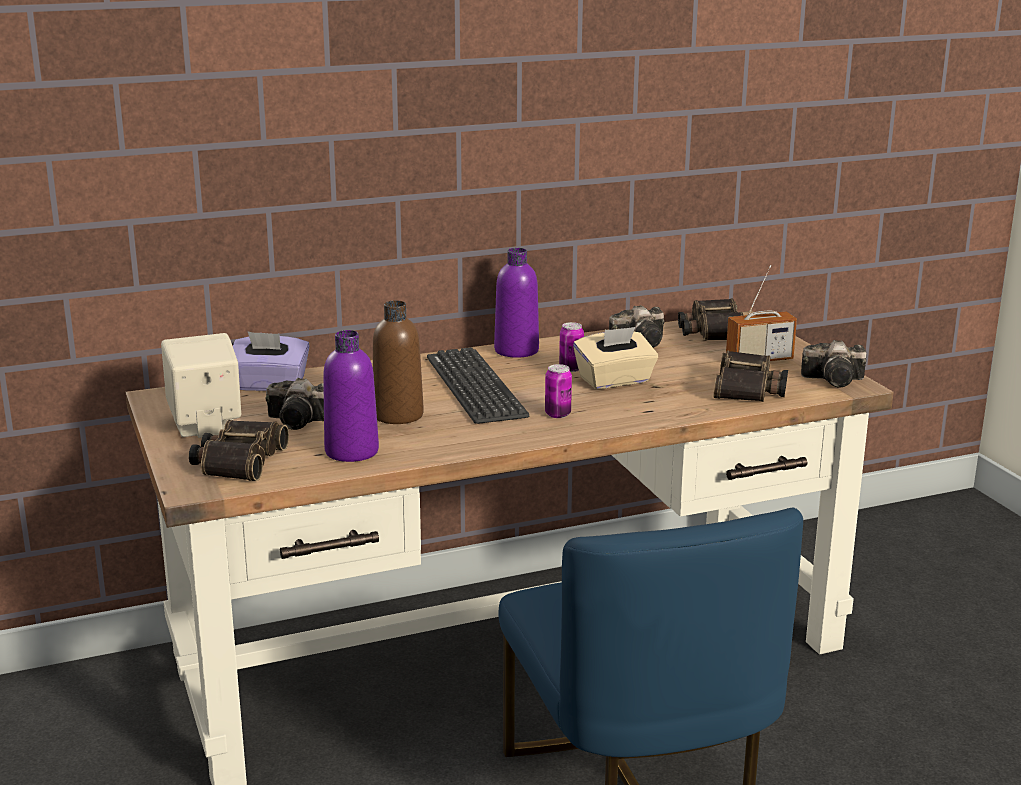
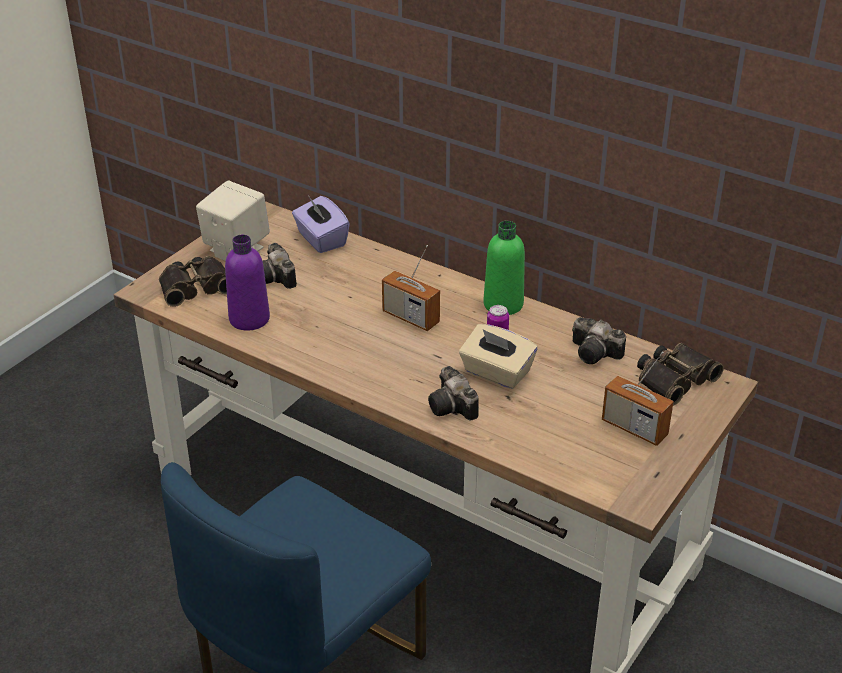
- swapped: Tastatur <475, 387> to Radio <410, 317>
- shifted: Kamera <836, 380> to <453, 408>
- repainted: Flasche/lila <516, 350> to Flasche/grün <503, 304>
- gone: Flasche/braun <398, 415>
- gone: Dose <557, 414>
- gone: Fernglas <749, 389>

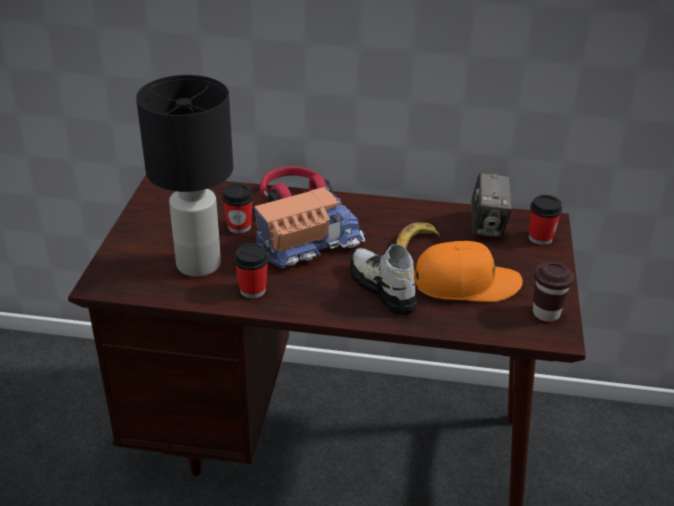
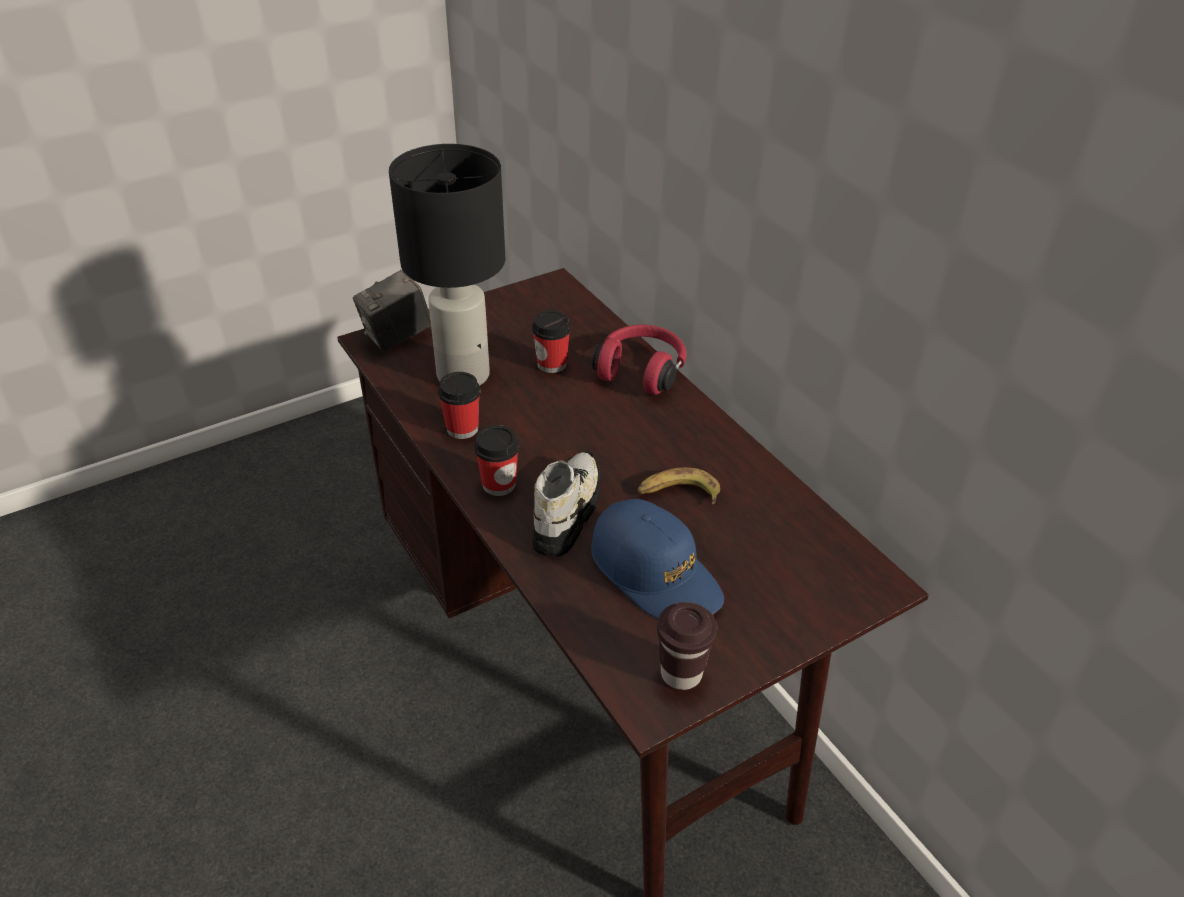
- shifted: Kamera <487, 226> to <397, 337>
- shifted: Tasse <540, 238> to <499, 484>
- repainted: Kappe/orange <466, 283> to Kappe/blau <655, 573>
- gone: Spielzeuglaster <307, 245>

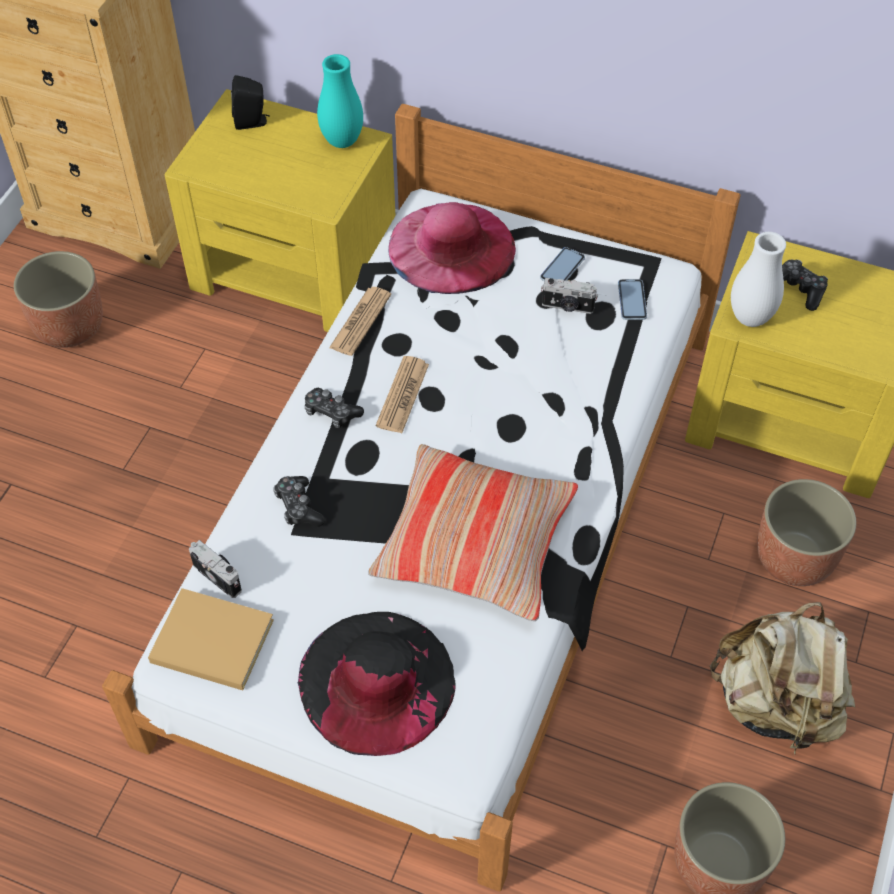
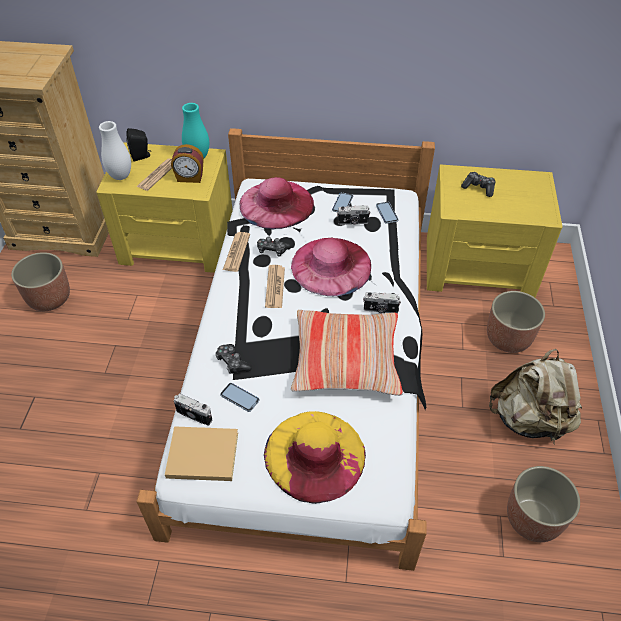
- shifted: Vase/weiß <750, 318> to <120, 176>
- new: Zeitung <157, 175>
- new: Wecker <190, 178>
- new: Handy <239, 398>
- shifted: Gamepad <331, 413> to <272, 250>
- repainted: Hut/schwarz <376, 681> to Hut/gelb <314, 455>
- new: Hut/rosa <331, 266>
- new: Kamera <380, 310>

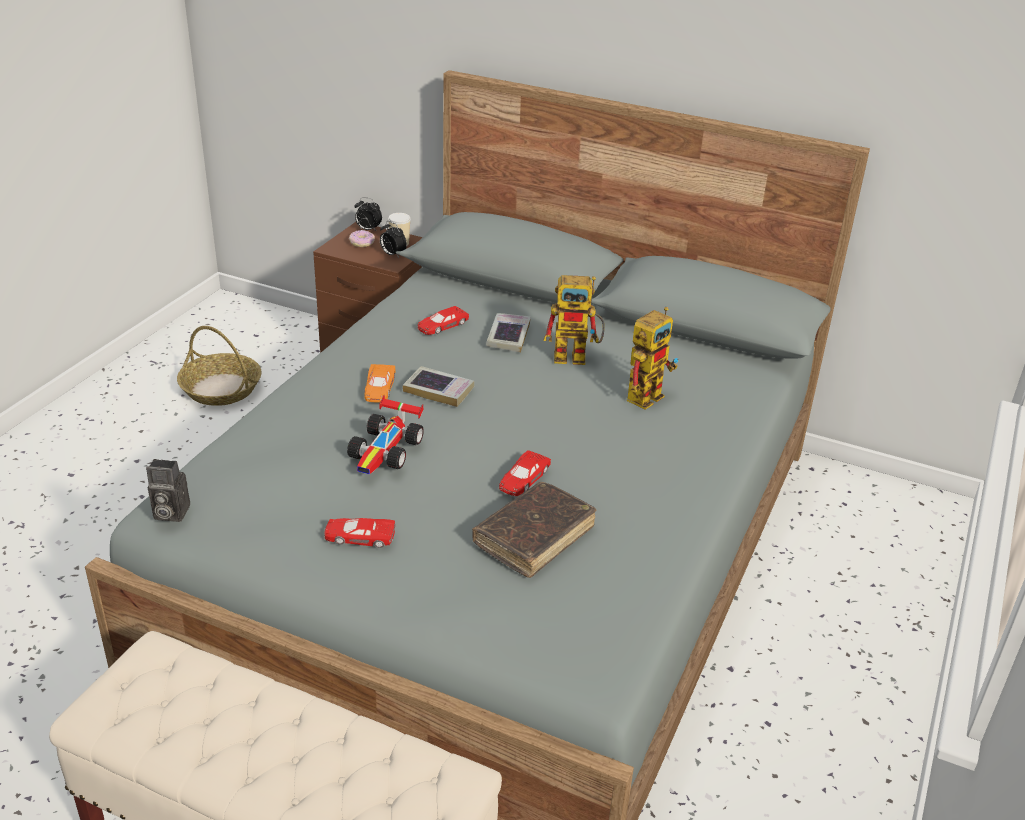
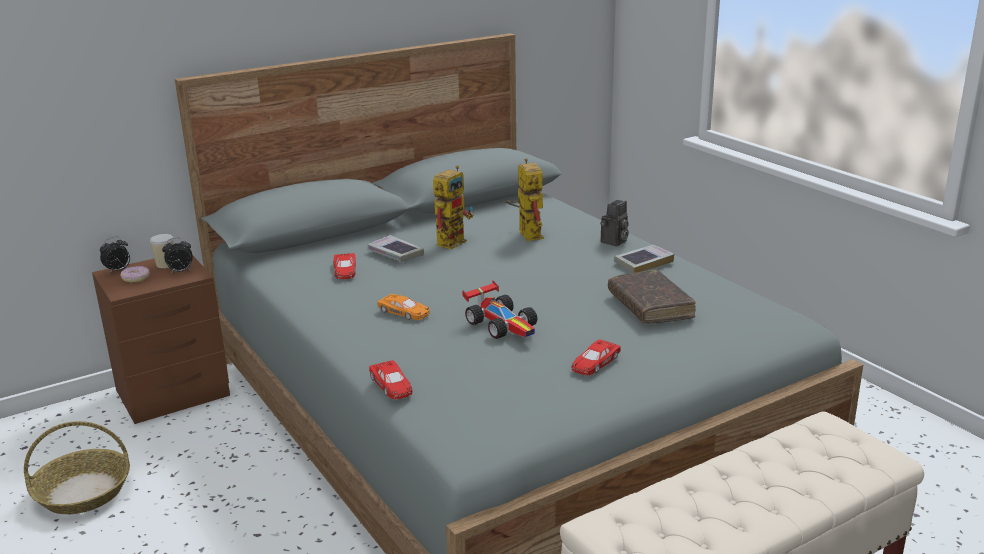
- shifted: Spielzeugauto/rot <523, 479> to <392, 385>
- shifted: Kamera <169, 513> to <614, 242>
- shifted: Buch <439, 390> to <643, 263>

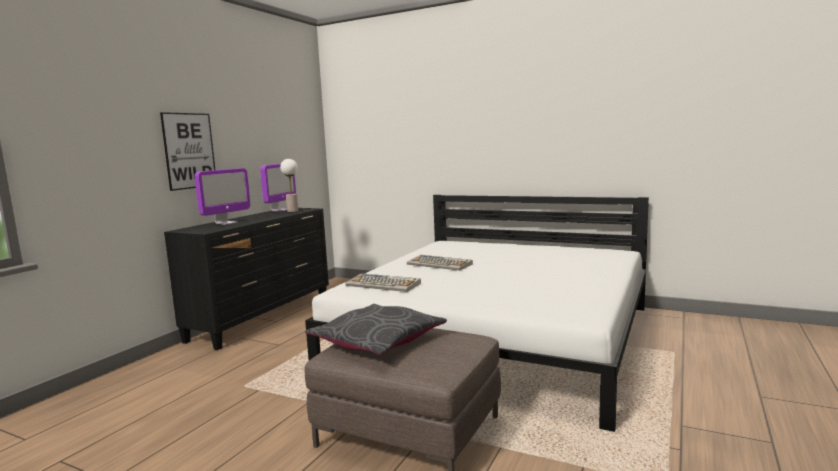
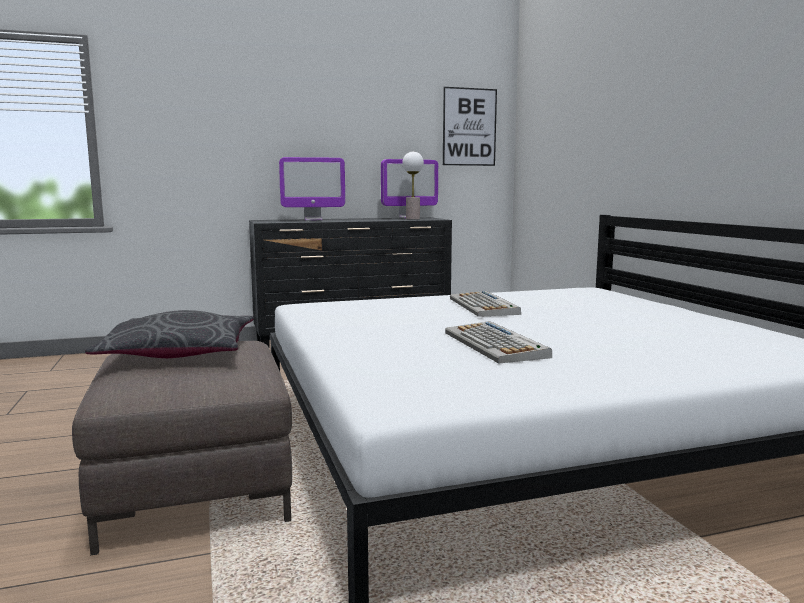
- shifted: Bild <189, 151> to <469, 127>
- shifted: Tastatur <384, 284> to <496, 345>

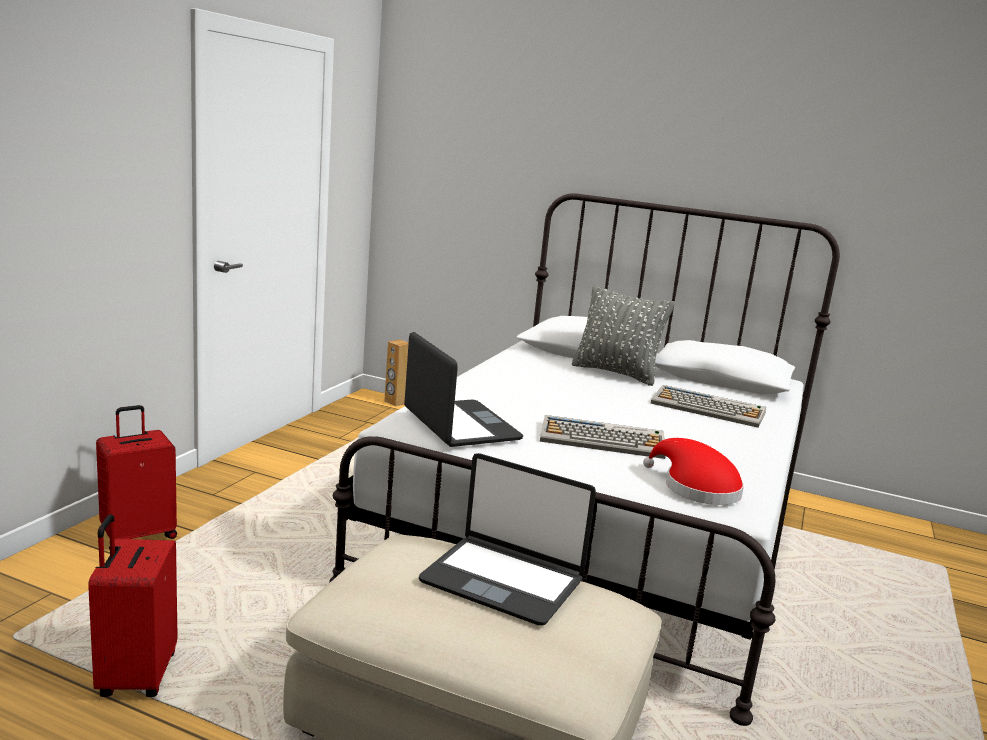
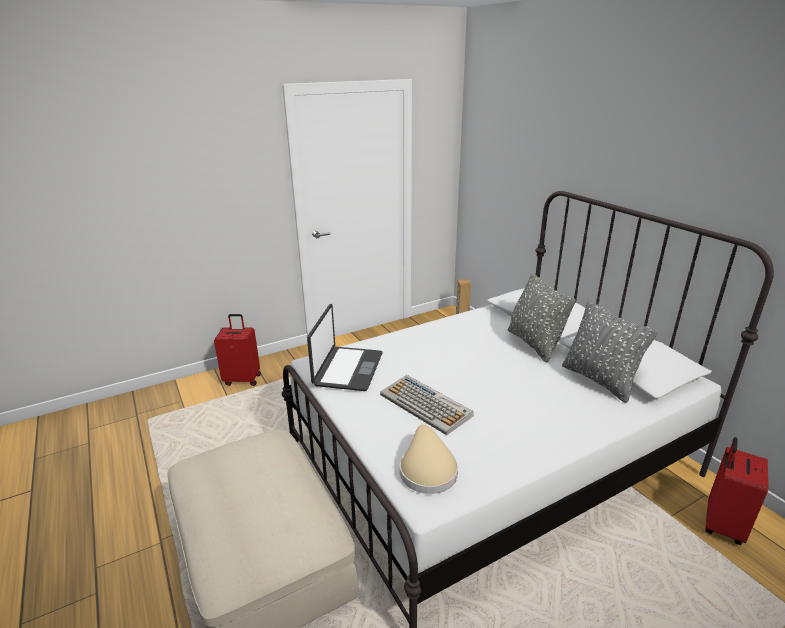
- repainted: Hut/rot <696, 488> to Hut/beige <427, 469>
- new: Kissen/grau <599, 380>
- shifted: Koffer/rot <135, 676> to <721, 525>
- gone: Laptop <503, 580>
- gone: Tastatur <709, 409>

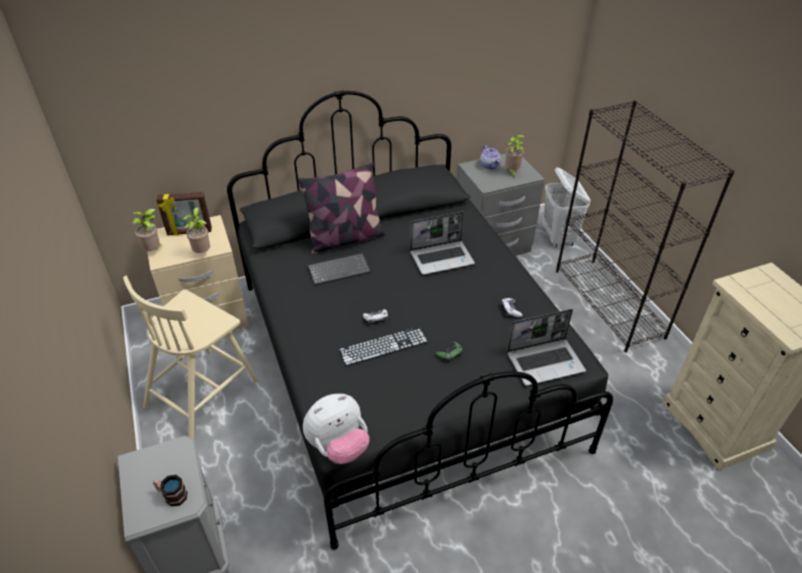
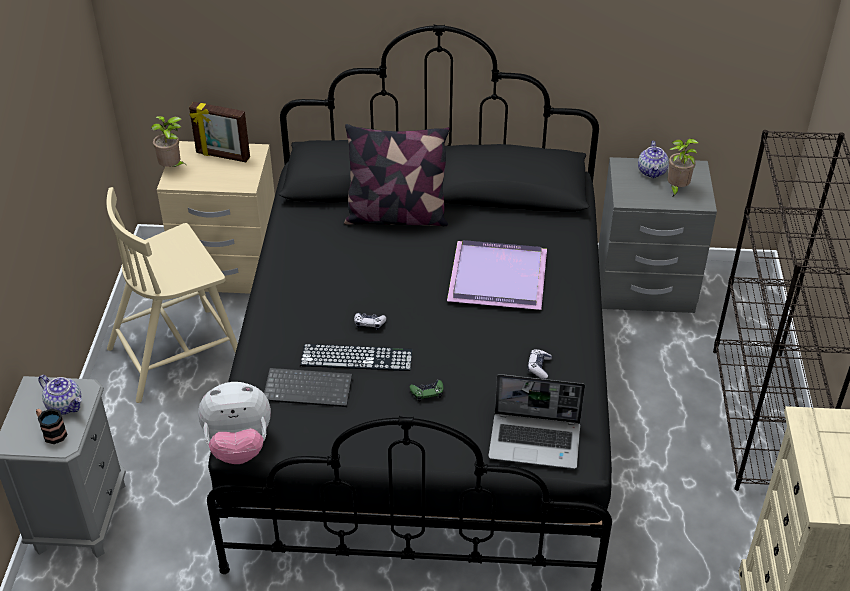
- new: Teekanne <65, 405>
- shifted: Tastatur <339, 269> to <309, 388>
- swapped: Laptop <442, 258> to Tablett/lila <499, 276>
- gone: Topfpflanze <203, 252>
- gone: Wäschekorb/weiß <558, 238>

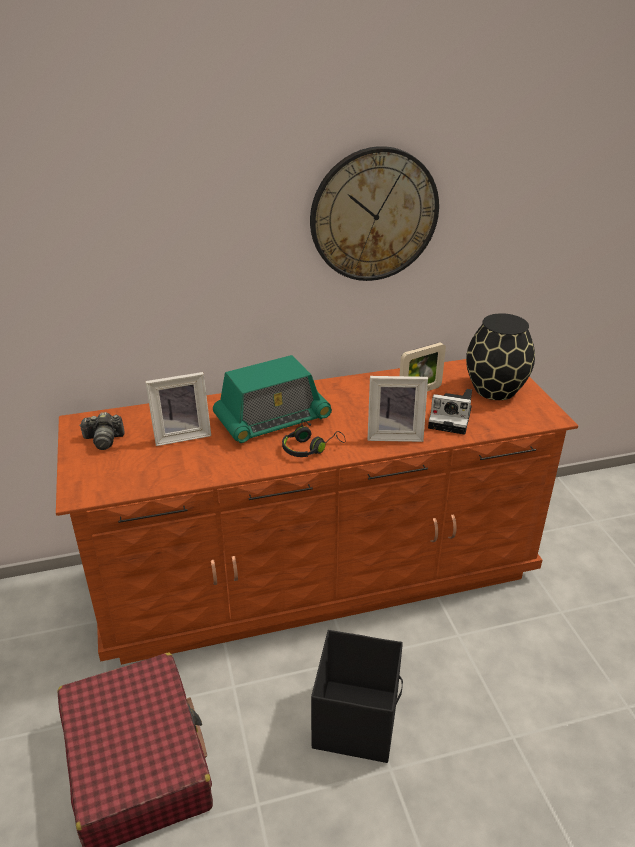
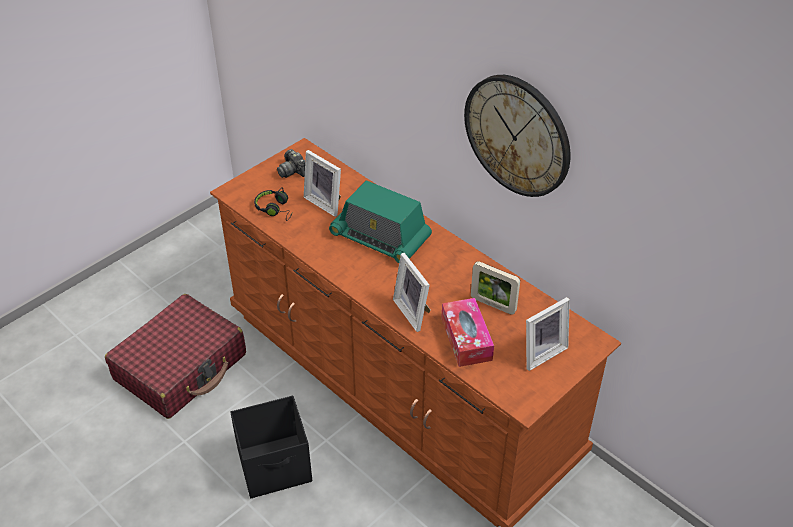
- shifted: Kopfhörer/schwarz <310, 448> to <275, 209>
- swapped: Kamera <452, 419> to Taschentuchbox <466, 339>
- swapped: Vase/schwarz <494, 389> to Bilderrahmen <540, 352>

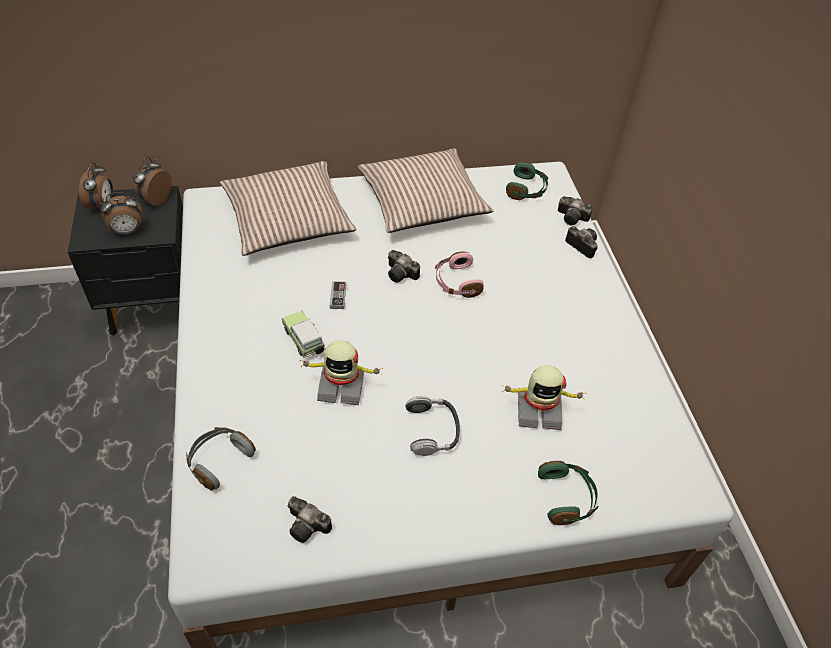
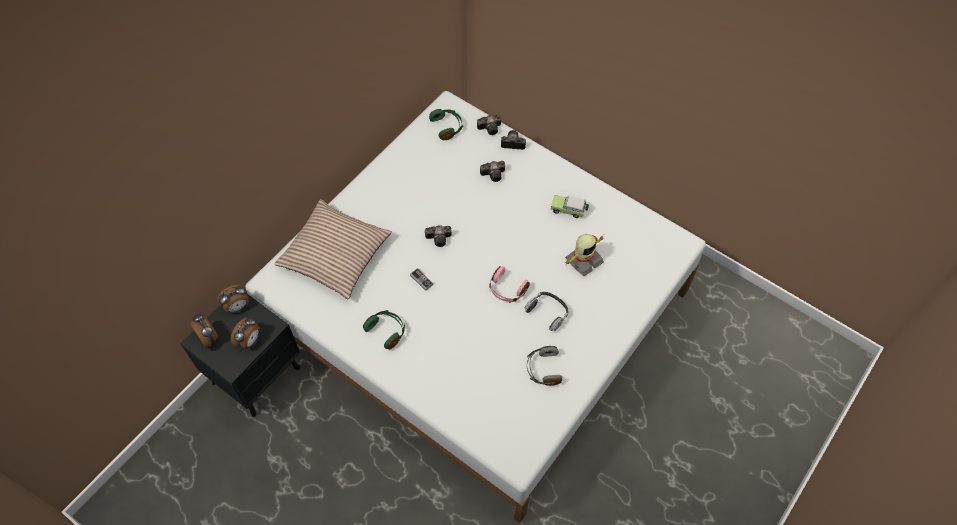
- rotated: Wecker <155, 199> = <238, 307> 105 degrees counterclockwise
- shifted: Kopfhörer/grün <566, 497> to <386, 331>
- shifted: Kamera <309, 526> to <494, 174>
- shifted: Kopfhörer/rosa <456, 282> to <507, 289>
- shifted: Kopfhörer/grau <219, 460> to <543, 369>
- shifted: Spielzeugauto <304, 341> to <569, 210>
- gone: Spielzeugroboter <341, 385>
- gone: Kissen <422, 201>

